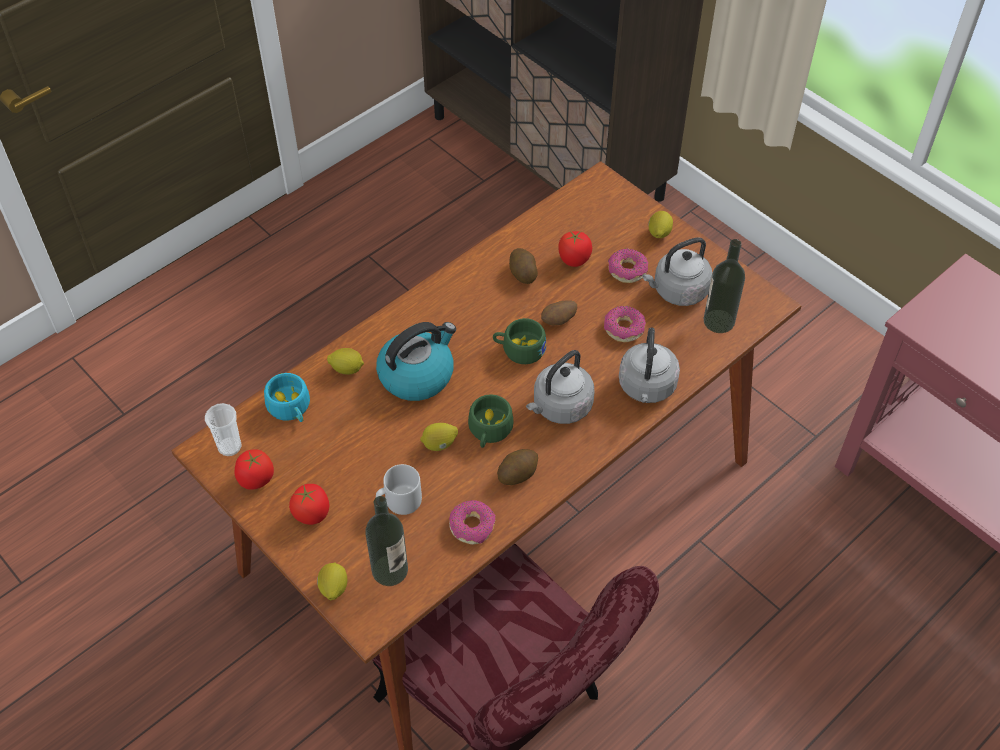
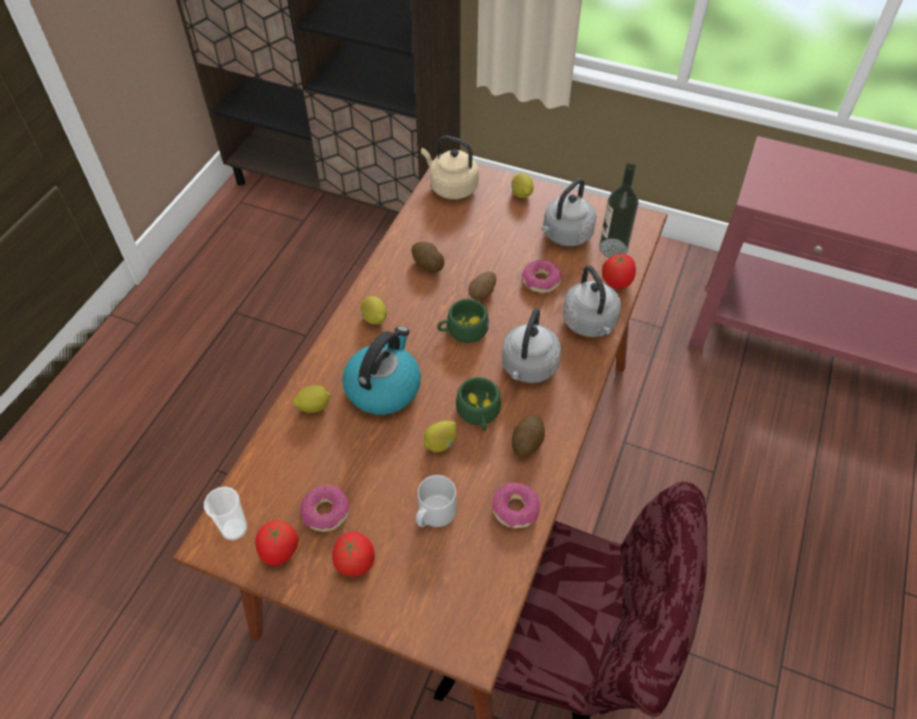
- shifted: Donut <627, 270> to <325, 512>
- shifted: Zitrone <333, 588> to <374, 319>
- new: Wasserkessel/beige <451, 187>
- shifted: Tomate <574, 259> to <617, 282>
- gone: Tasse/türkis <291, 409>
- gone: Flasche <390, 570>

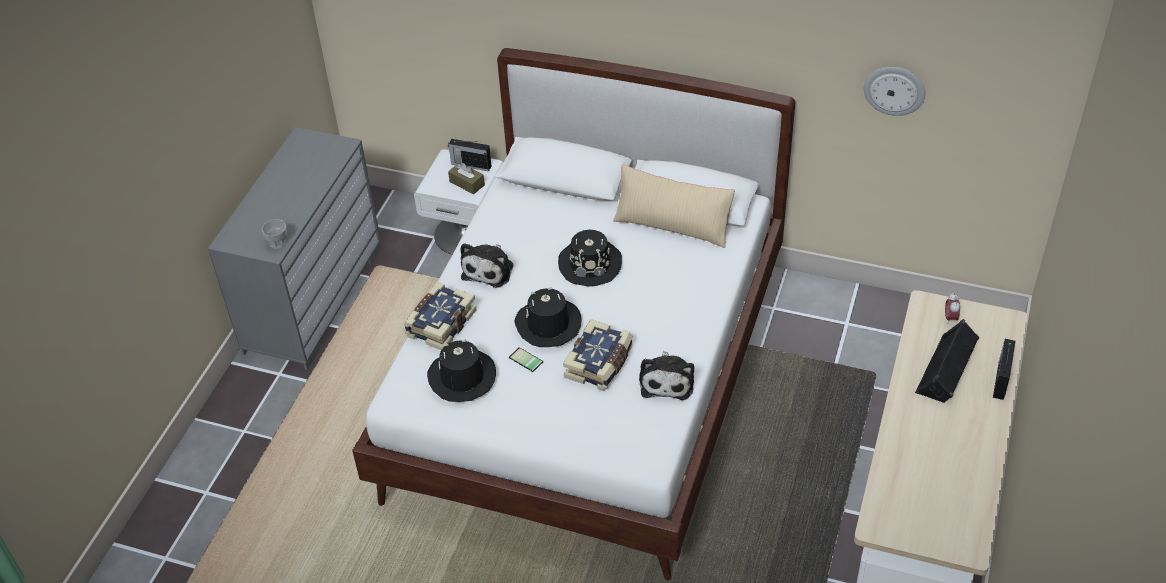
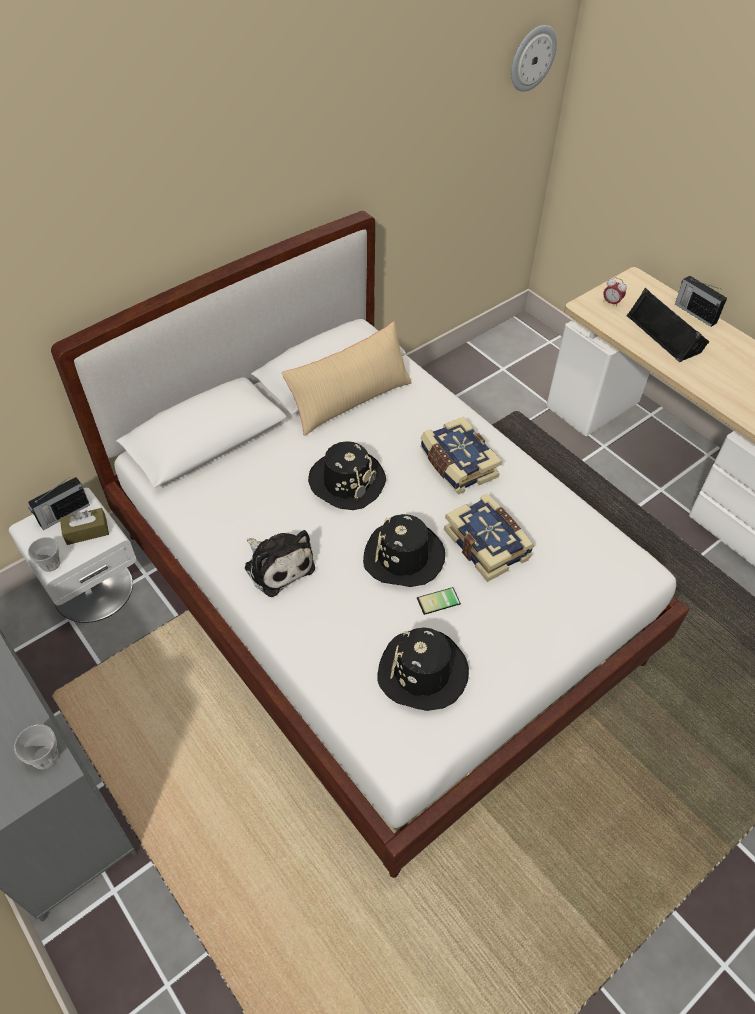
- new: Tasse <50, 563>
- shifted: Buch <440, 323> to <457, 465>
- shifted: Wanduhr <894, 90> to <532, 58>
- gone: Plüschtier <667, 380>

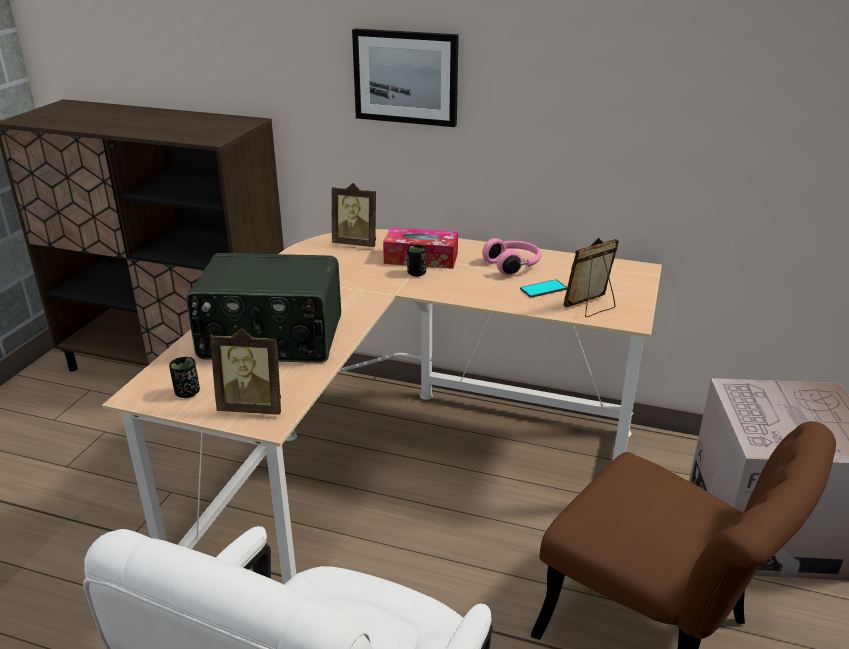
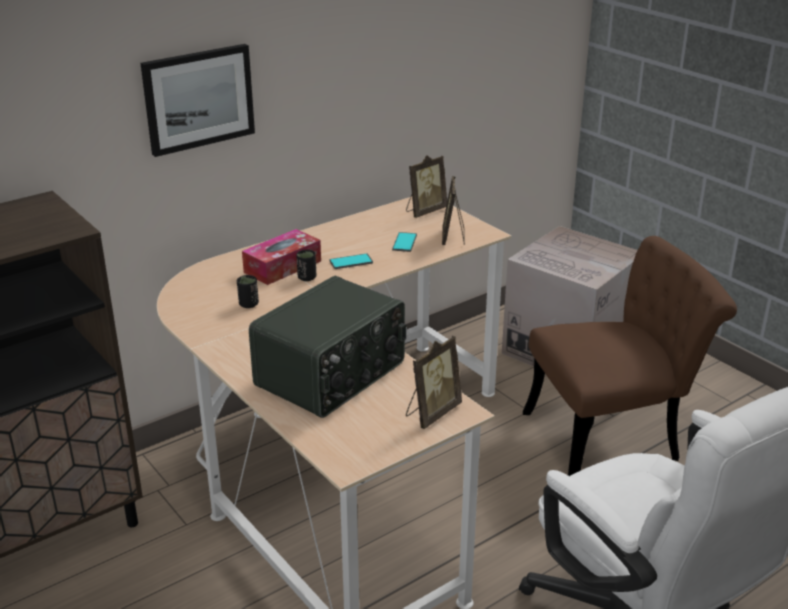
- shifted: Tasse/schwarz <187, 393> to <248, 304>
- new: Handy <351, 262>
- shifted: Bilderrahmen <356, 243> to <424, 211>
- gone: Kopfhörer/rosa <513, 265>

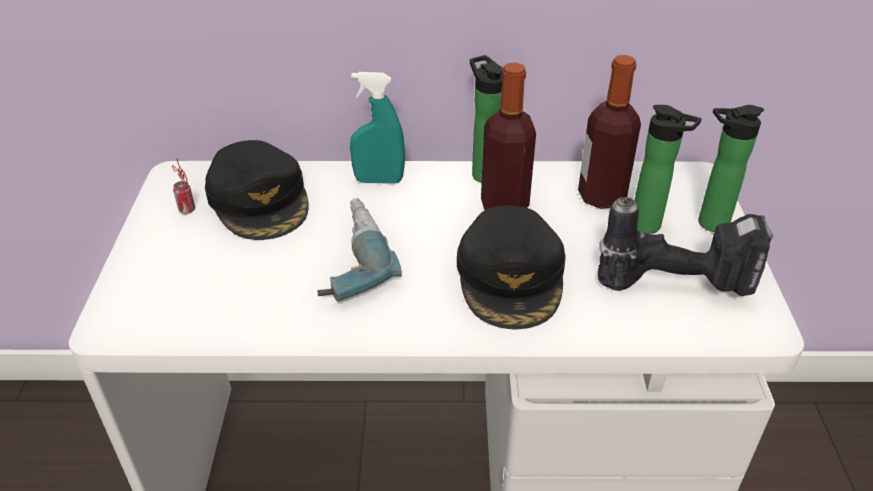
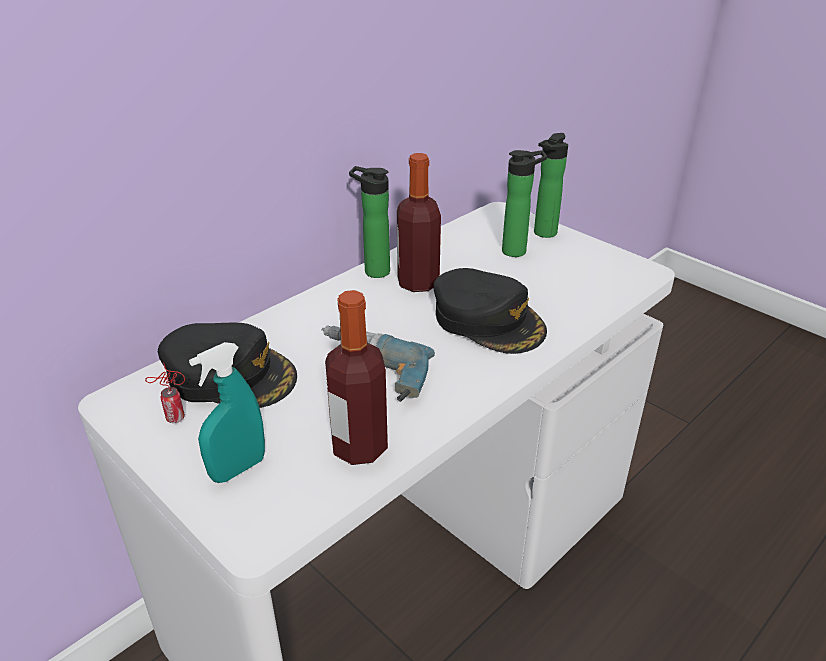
- shifted: Sprühflasche/türkis <379, 180> to <238, 469>
- shifted: Flasche <601, 196> to <359, 447>
- gone: Bohrmaschine <677, 282>

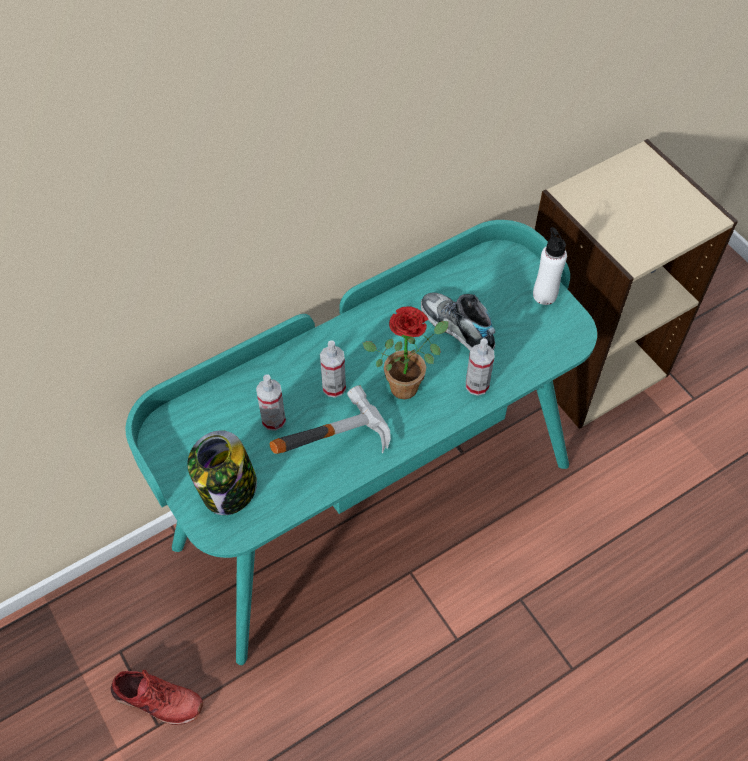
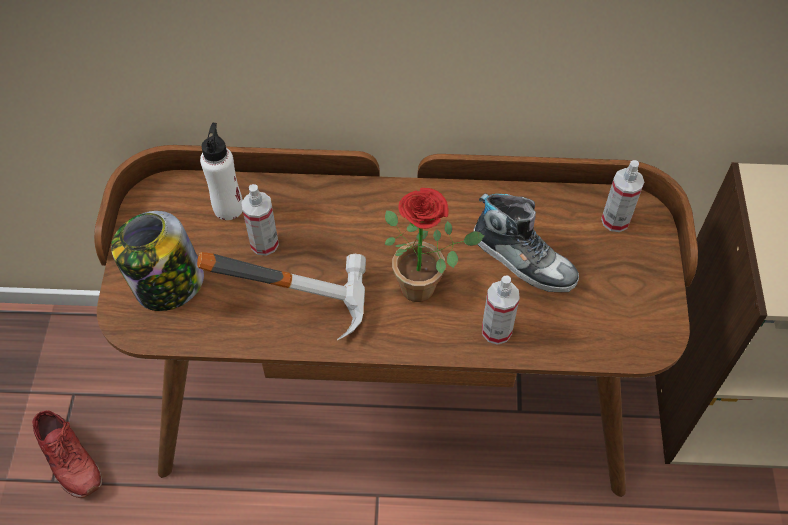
- repainted: Schreibtisch/türkis <373, 501> to Schreibtisch/braun <394, 403>
- shifted: Flasche/weiß <544, 295> to <228, 207>
- rotated: Schuh <457, 328> = <523, 259> 135 degrees clockwise
- shifted: Sprühflasche <334, 387> to <615, 220>

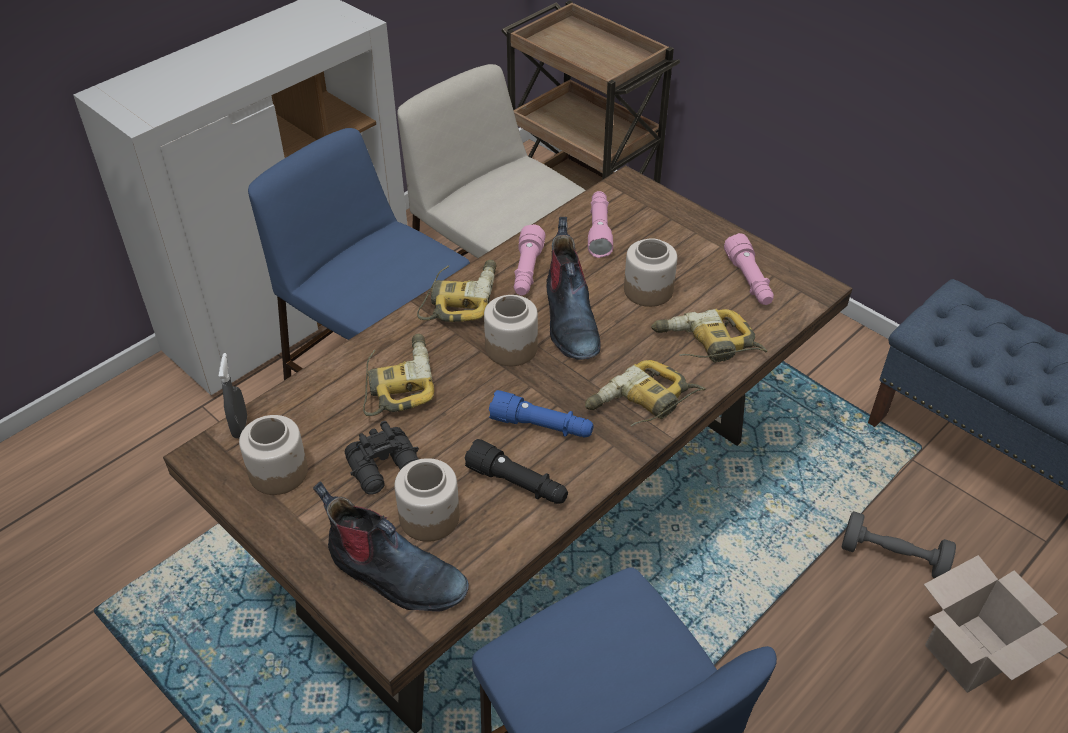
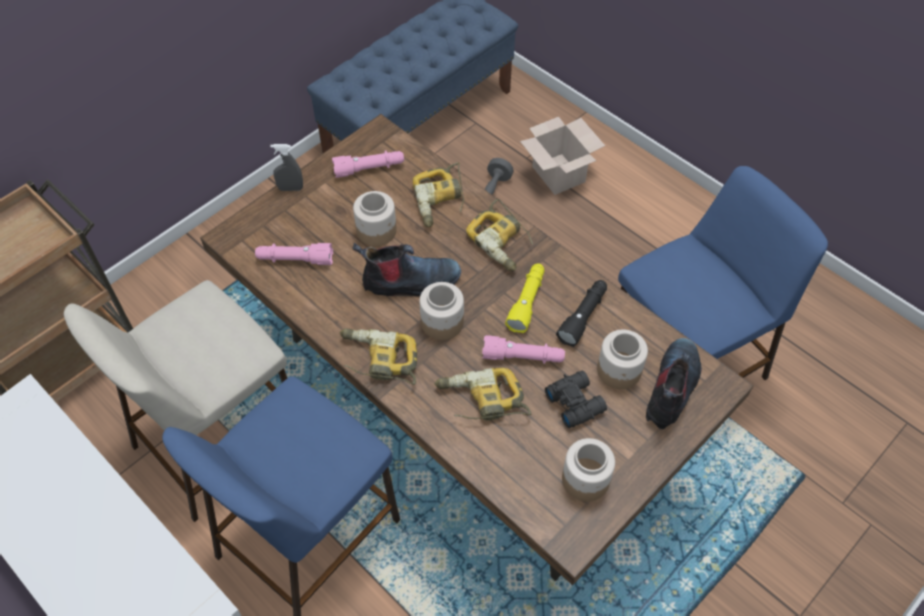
- shifted: Sprühflasche/grau <240, 427> to <290, 188>
- shifted: Taschenlampe/rosa <527, 271> to <523, 357>
- repainted: Taschenlampe/blau <542, 426> to Taschenlampe/gelb <527, 302>

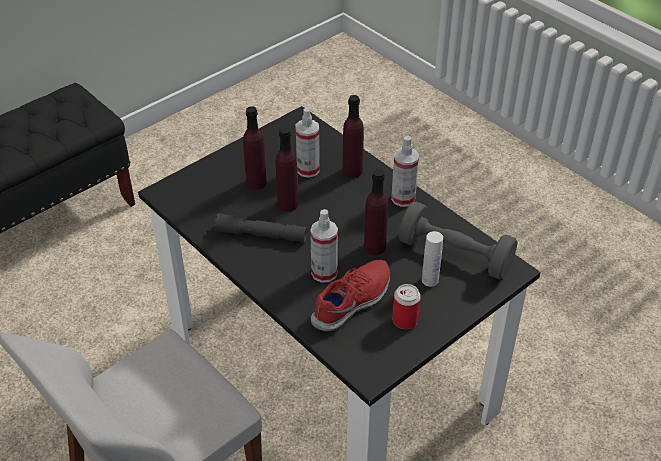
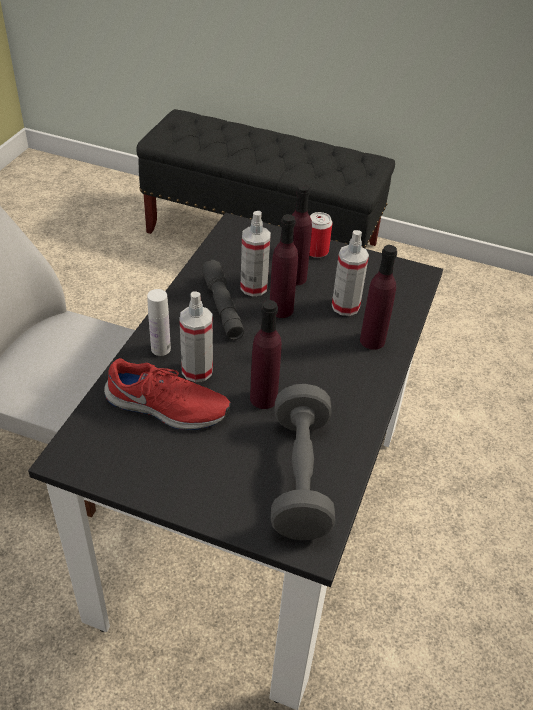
- shifted: Flasche/weiß <430, 280> to <160, 349>
- shifted: Sprühflasche <403, 198> to <253, 287>
- shifted: Dose <405, 320> to <316, 251>

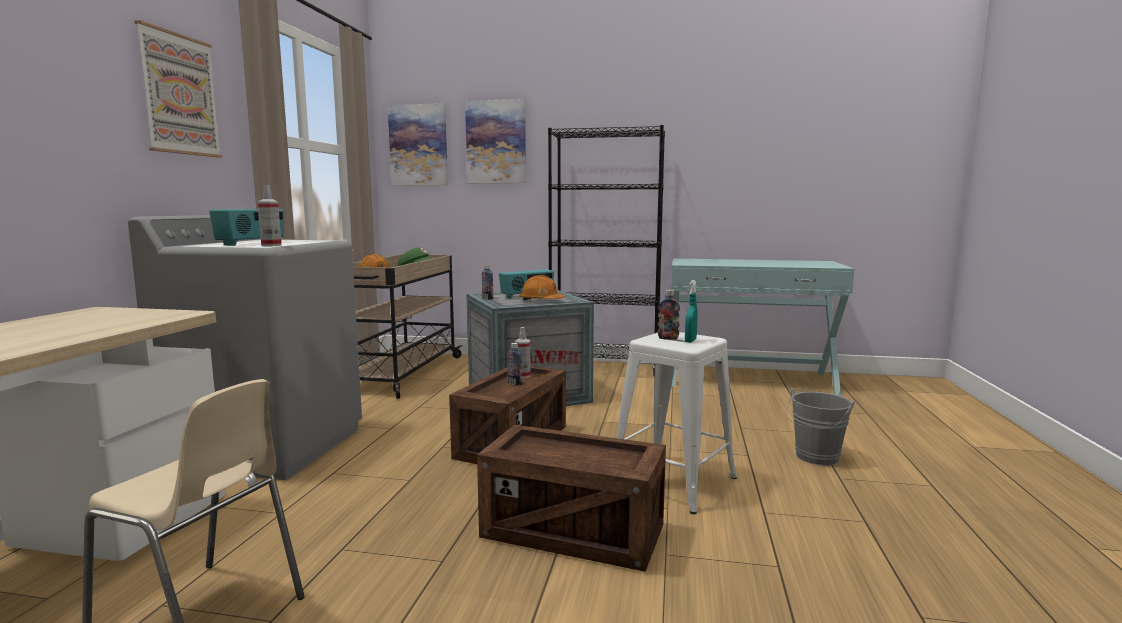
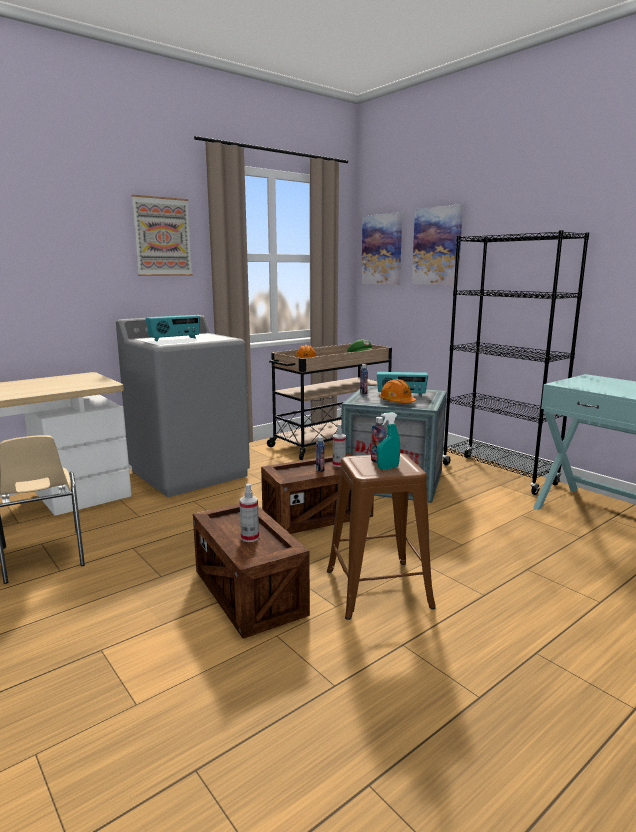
- shifted: Sprühflasche <271, 245> to <250, 538>
- repainted: Hocker/weiß <673, 480> to Hocker/braun <378, 588>
- gone: Eimer/grau <815, 458>

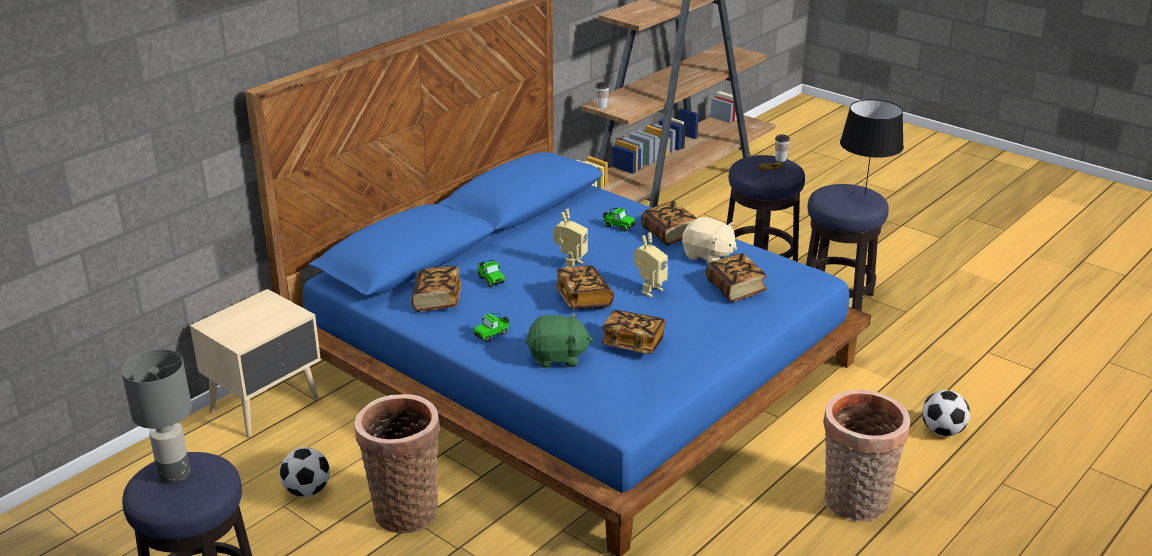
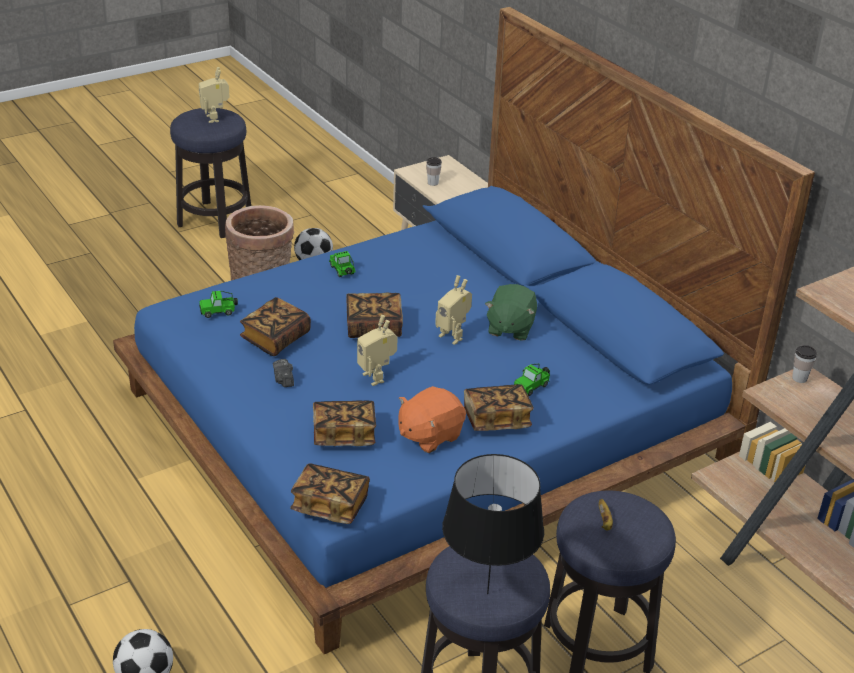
- swapped: Tischlampe/grau <175, 473> to Spielzeugroboter <216, 118>
- shifted: Spielzeugauto <490, 279> to <219, 312>
- new: Kamera <284, 380>
- shifted: Buch <437, 300> to <330, 505>
- repainted: Plüschtier/beige <708, 256> to Plüschtier/orange <429, 435>
- shifted: Tasse <780, 159> to <433, 183>
- shifted: Plüschtier/grün <557, 357> to <510, 328>
- gone: Korb <854, 504>

